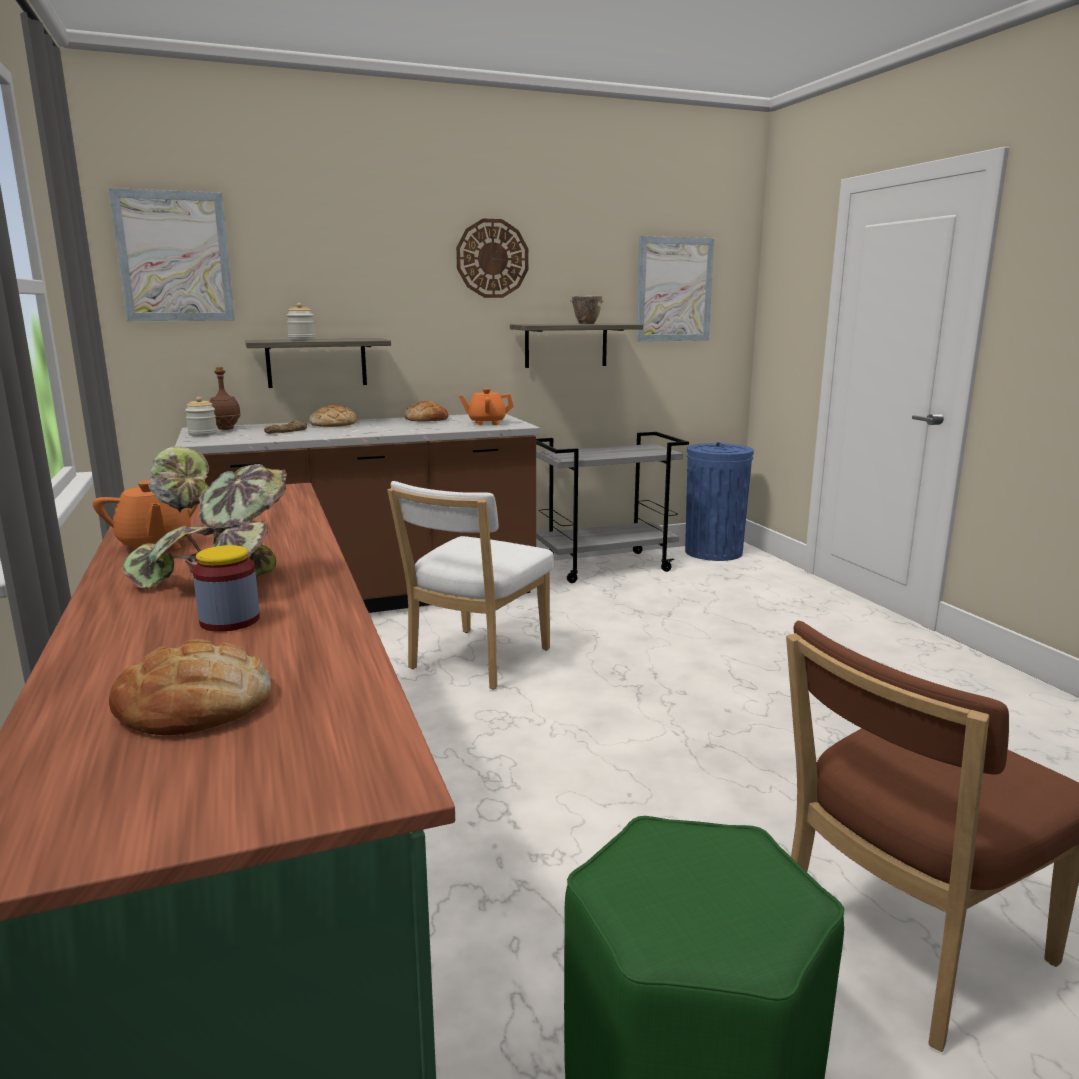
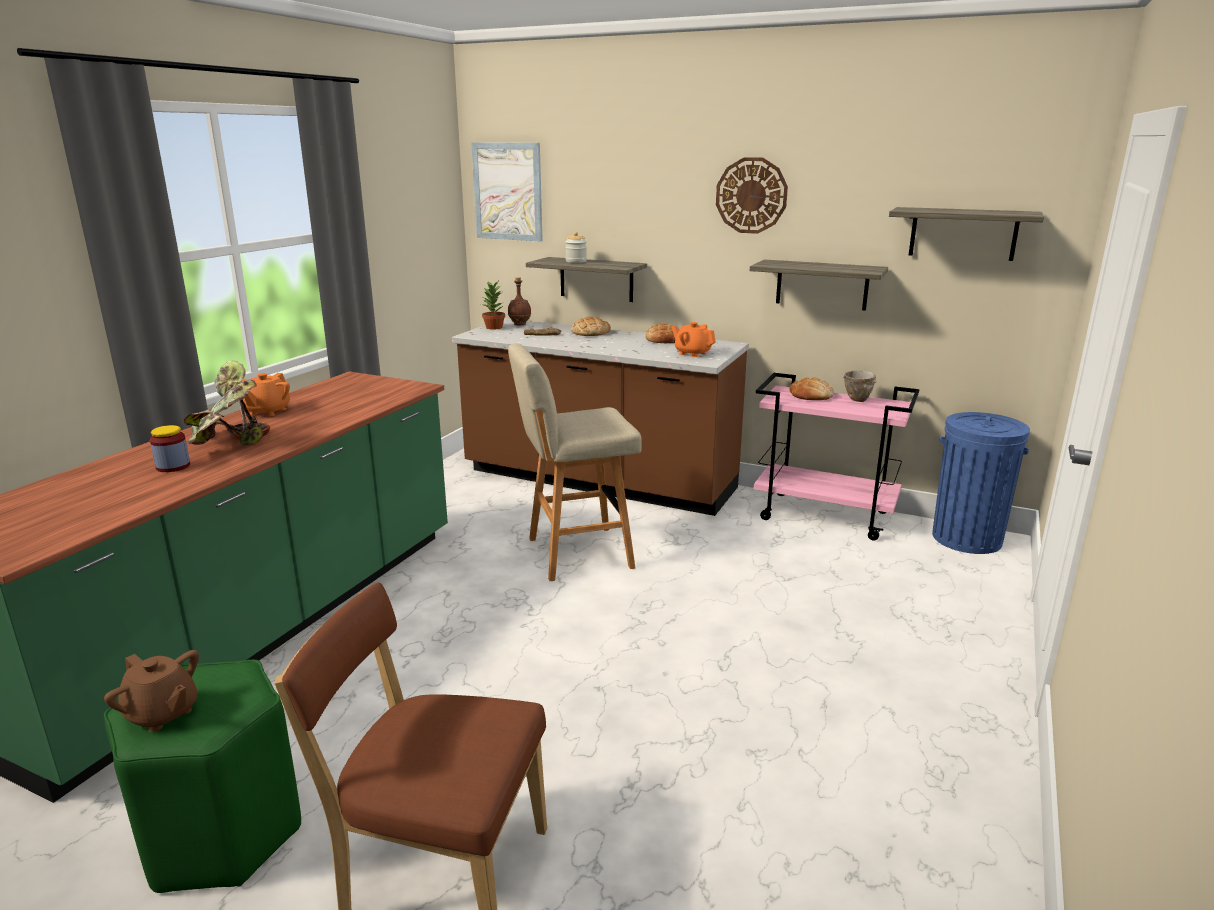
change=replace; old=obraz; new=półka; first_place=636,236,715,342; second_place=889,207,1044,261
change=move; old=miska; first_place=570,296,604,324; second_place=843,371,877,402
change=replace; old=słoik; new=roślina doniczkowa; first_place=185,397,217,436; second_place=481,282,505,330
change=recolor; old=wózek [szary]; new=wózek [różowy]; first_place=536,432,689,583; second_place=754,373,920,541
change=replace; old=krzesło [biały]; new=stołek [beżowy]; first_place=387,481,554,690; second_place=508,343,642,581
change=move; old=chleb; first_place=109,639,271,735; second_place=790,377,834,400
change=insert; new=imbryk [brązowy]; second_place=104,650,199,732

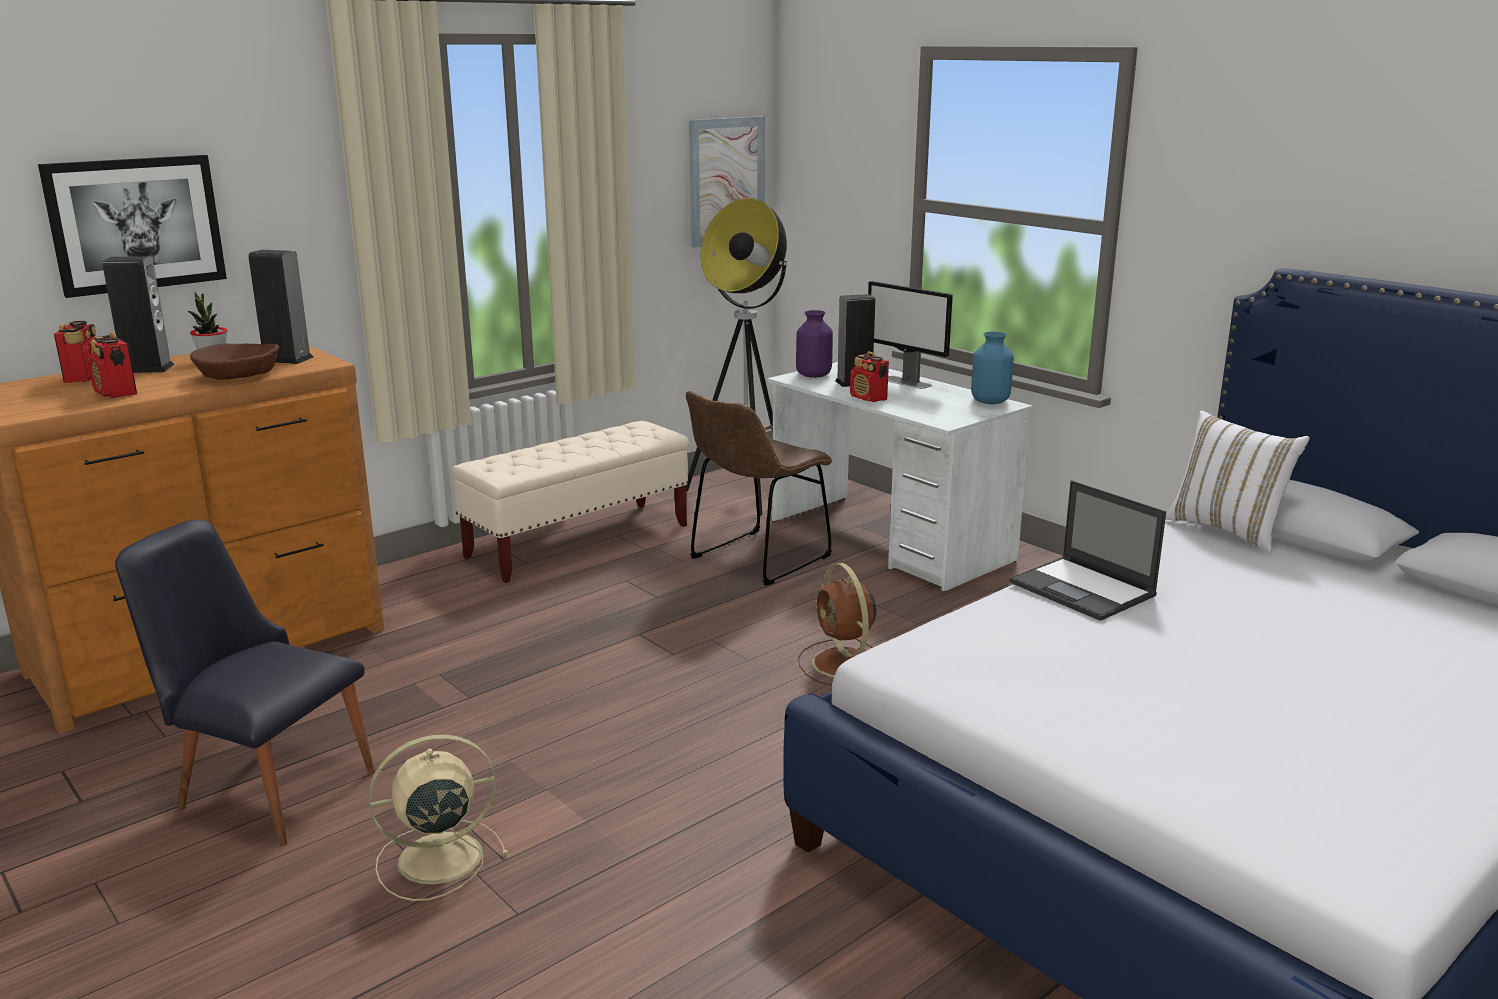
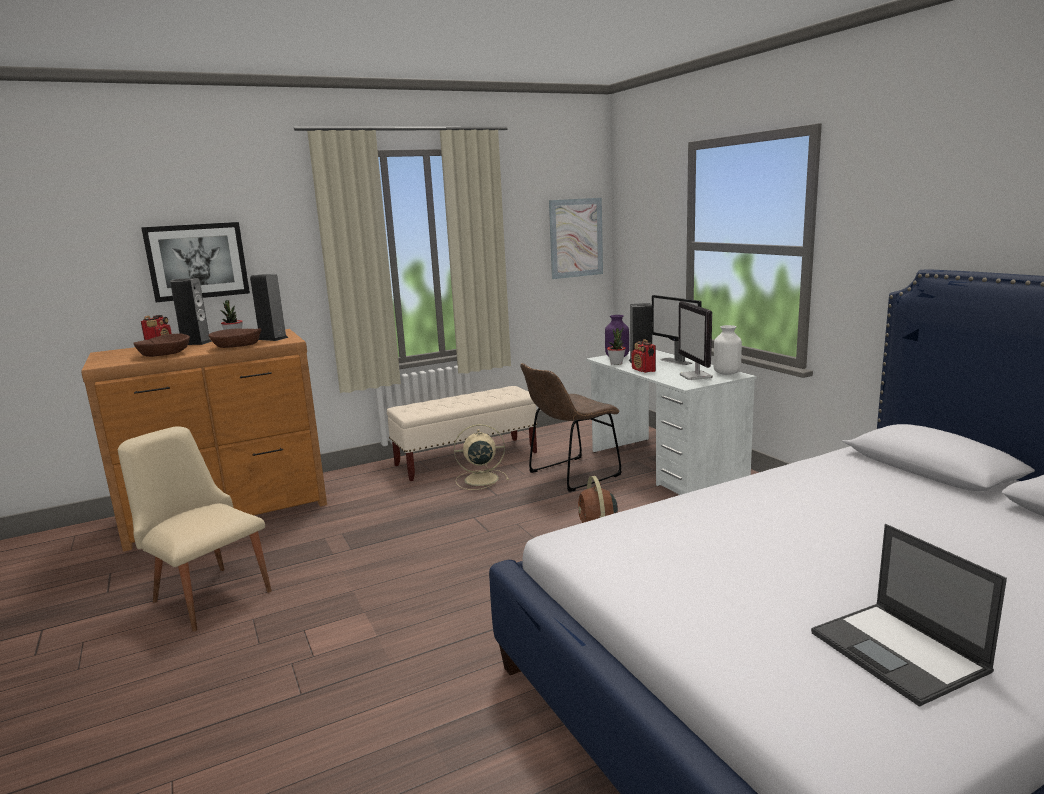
change=delete; old=lampa stojąca; first_place=686,198,787,516
change=replace; old=radio; new=miska [brązowy]; first_place=87,332,137,398; second_place=133,333,190,357
change=recolor; old=wazon [niebieski]; new=wazon [biały]; first_place=971,332,1014,404; second_place=714,325,742,375
change=delete; old=poduszka [biały]; first_place=1166,411,1310,553
change=move; old=laptop; first_place=1010,480,1166,621; second_place=811,524,1007,707
change=recolor; old=krzesło [czarny]; new=krzesło [beżowy]; first_place=115,520,375,846; second_place=118,426,272,632
change=move; old=wentylator [beżowy]; first_place=368,734,508,901; second_place=454,424,509,490
change=insert; new=monitor; second_place=678,301,713,380
change=insert; new=roślina doniczkowa; second_place=607,327,626,365

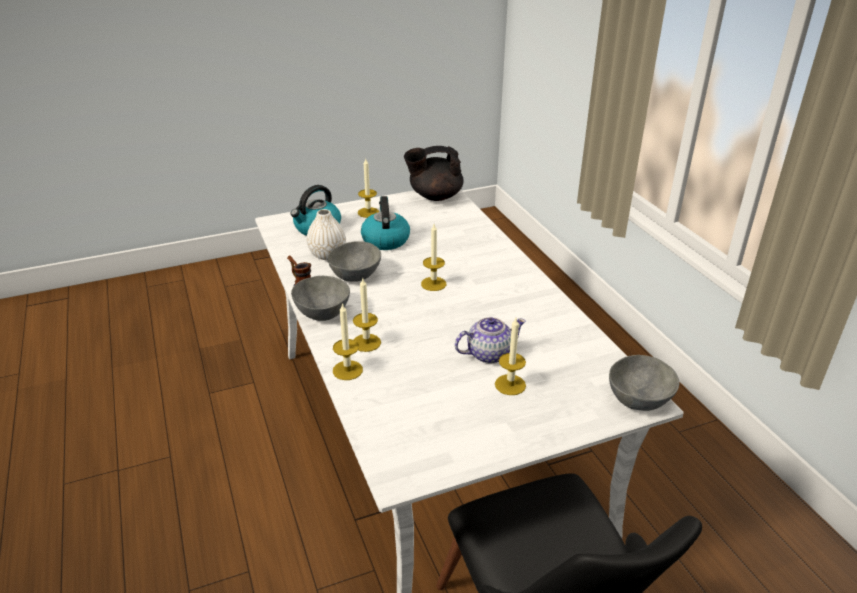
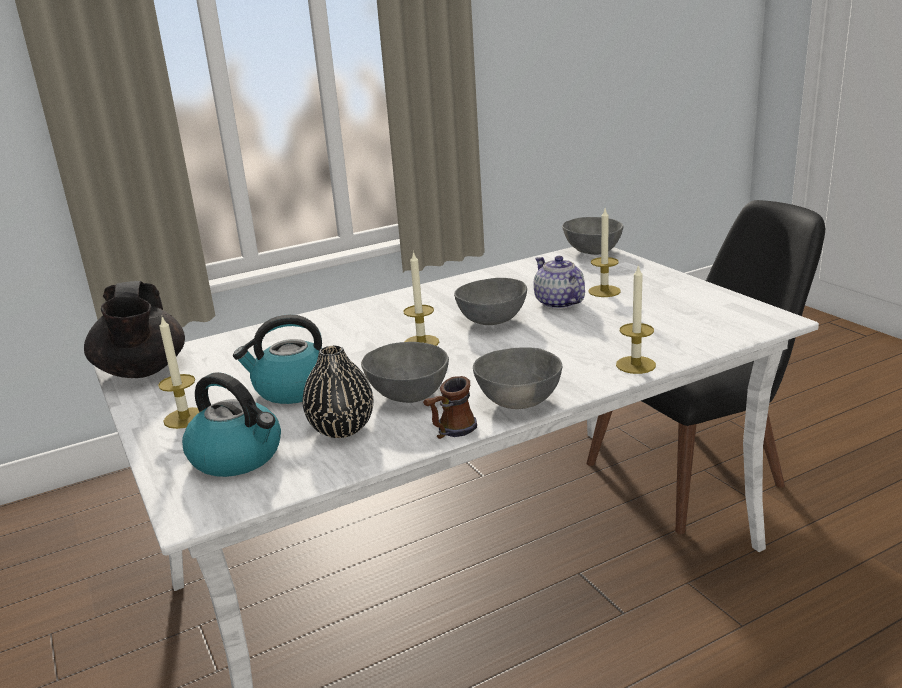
change=recolor; old=wazon [biały]; new=wazon [czarny]; first_place=307,209,346,260; second_place=302,345,373,438
change=delete; old=świeca; first_place=353,279,381,352
change=insert; new=miska [szary]; second_place=454,278,527,325

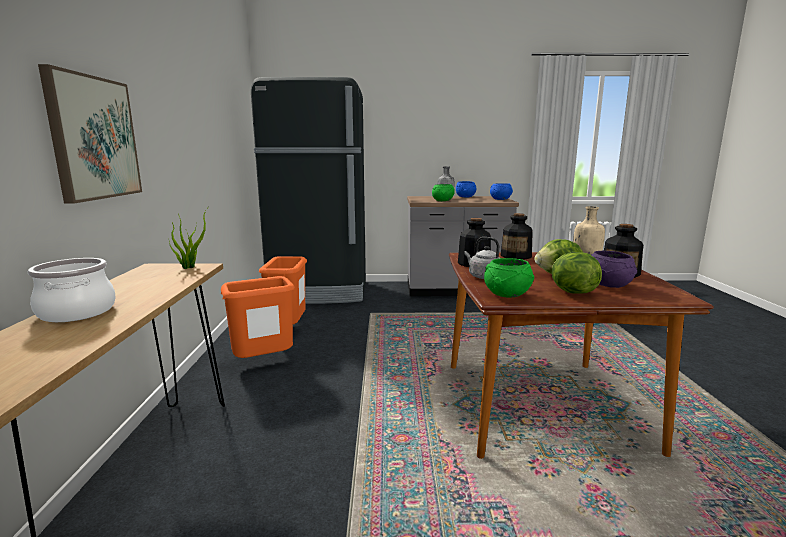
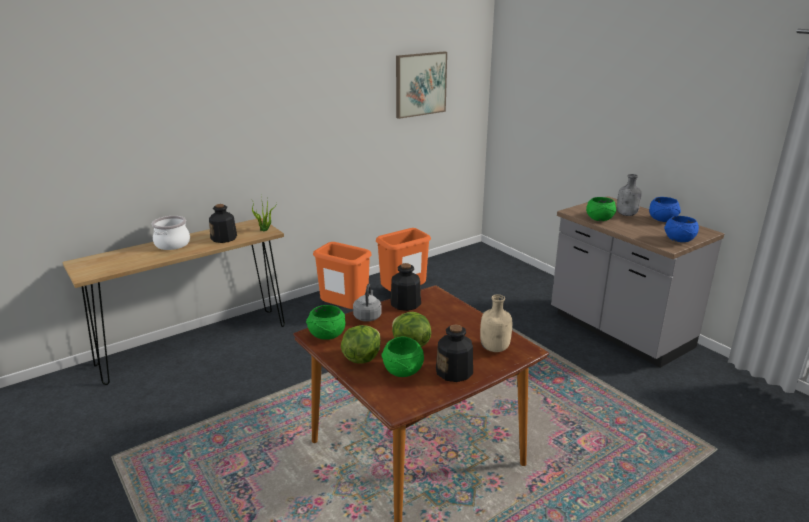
change=move; old=obraz; first_place=38,64,142,204; second_place=396,51,447,119
change=delete; old=lodówka [czarny]; first_place=251,77,366,304
change=move; old=butelka; first_place=501,213,533,260; second_place=209,204,237,243
change=recolor; old=miska [fioletowy]; new=miska [zielony]; first_place=591,251,637,288; second_place=381,337,424,377

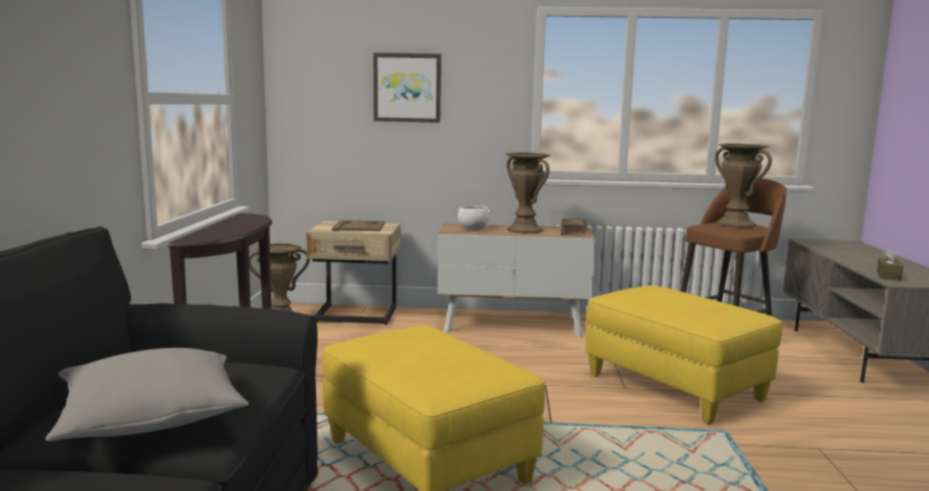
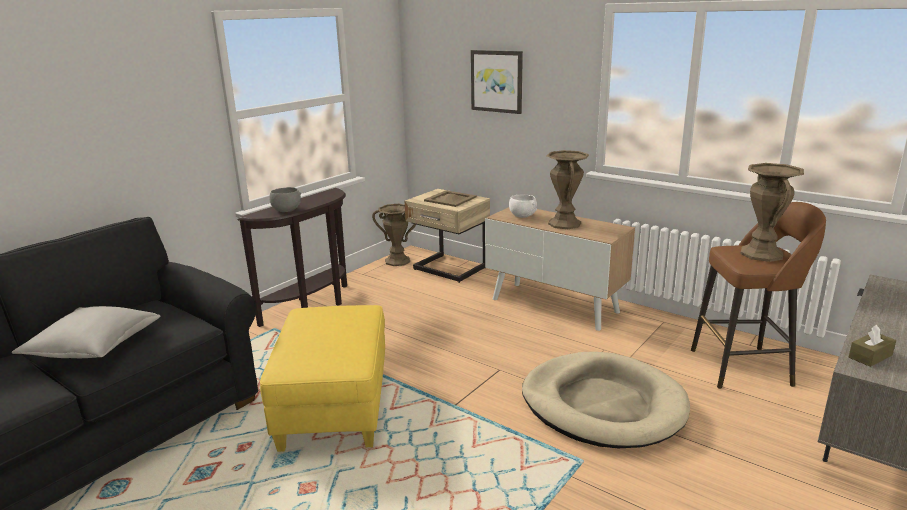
change=delete; old=książka [brązowy]; first_place=561,219,587,235
change=replace; old=pufa [żółty]; new=legowisko [beżowy]; first_place=586,285,782,425; second_place=522,352,690,448
change=insert; new=miska [szary]; second_place=269,187,301,212

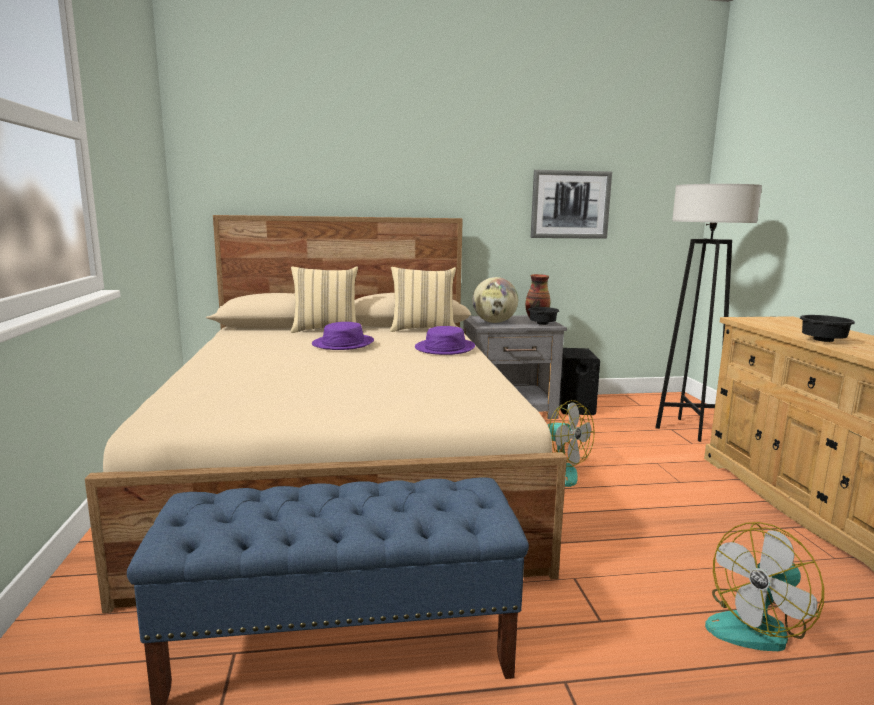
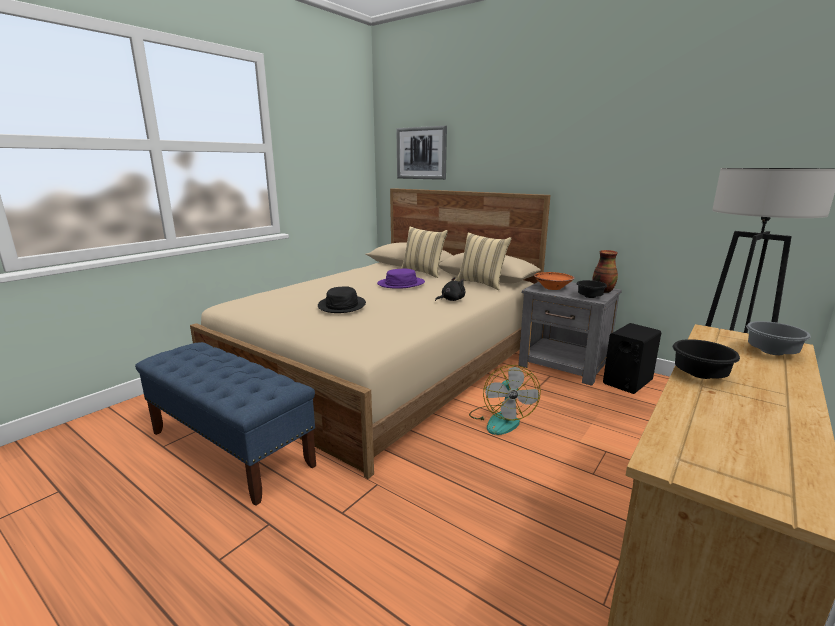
change=move; old=obraz; first_place=531,170,612,239; second_place=396,126,447,180
change=replace; old=globus; new=miska [pomarańczowy]; first_place=473,277,518,323; second_place=534,272,575,290
change=replace; old=kapelusz [fioletowy]; new=pluszak [czarny]; first_place=415,326,475,355; second_place=435,277,465,301
change=delete; old=wentylator; first_place=705,522,824,651
change=insert; new=kapelusz [czarny]; second_place=318,286,366,313
change=insert; new=miska [szary]; second_place=746,321,811,355

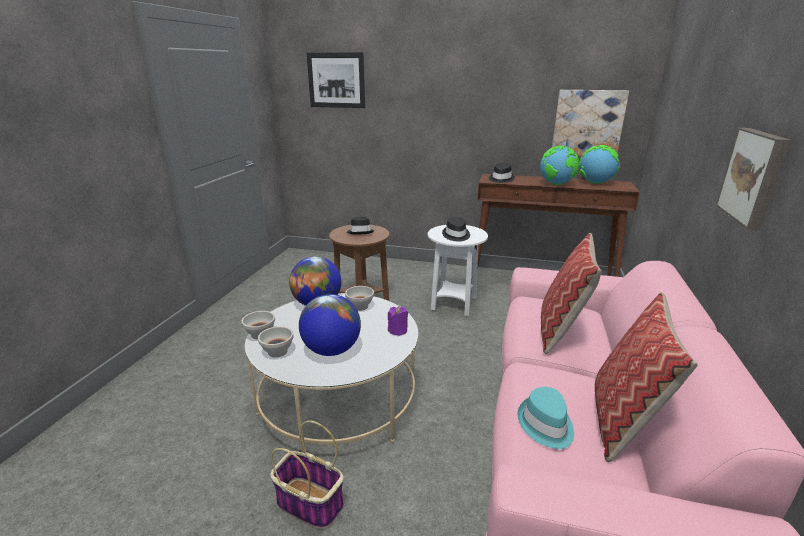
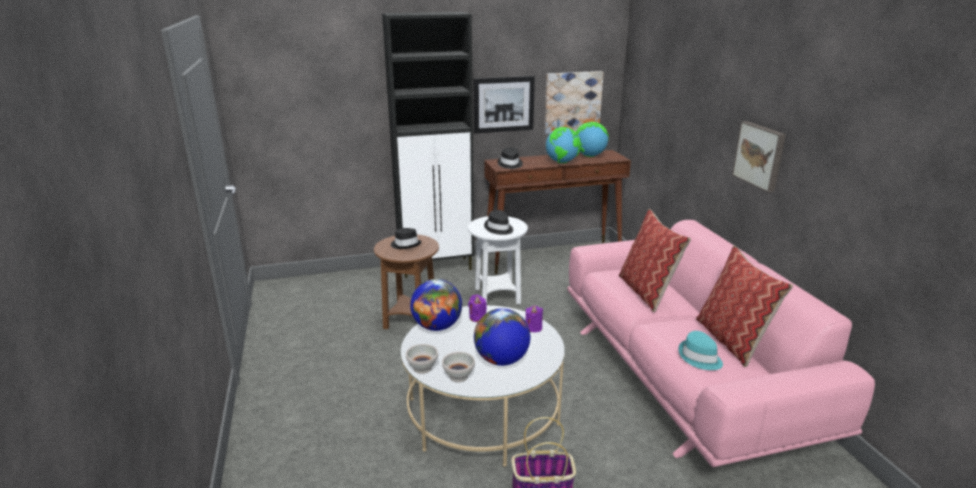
change=move; old=obraz; first_place=307,52,365,108; second_place=474,76,535,133
change=replace; old=miska [biały]; new=świeca [fioletowy]; first_place=345,286,374,311; second_place=468,295,487,322
change=insert; new=szafka [czarny]; second_place=382,12,474,278

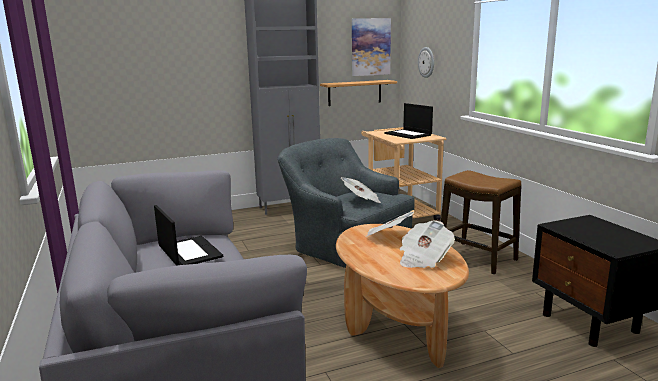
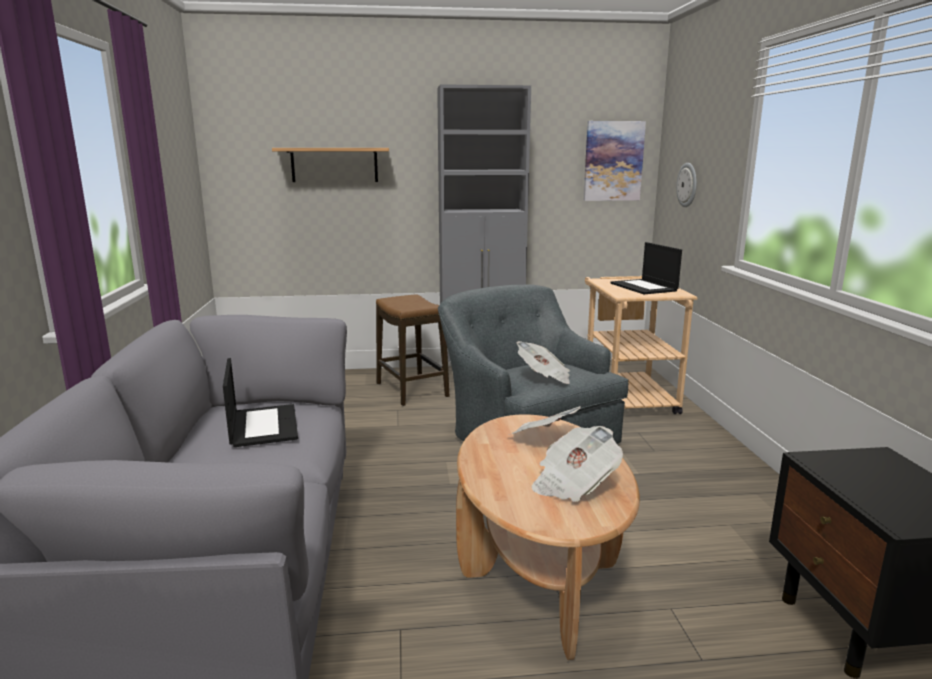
change=move; old=półka; first_place=320,80,397,106; second_place=272,148,389,182
change=move; old=stołek; first_place=441,170,521,274; second_place=376,294,449,406

